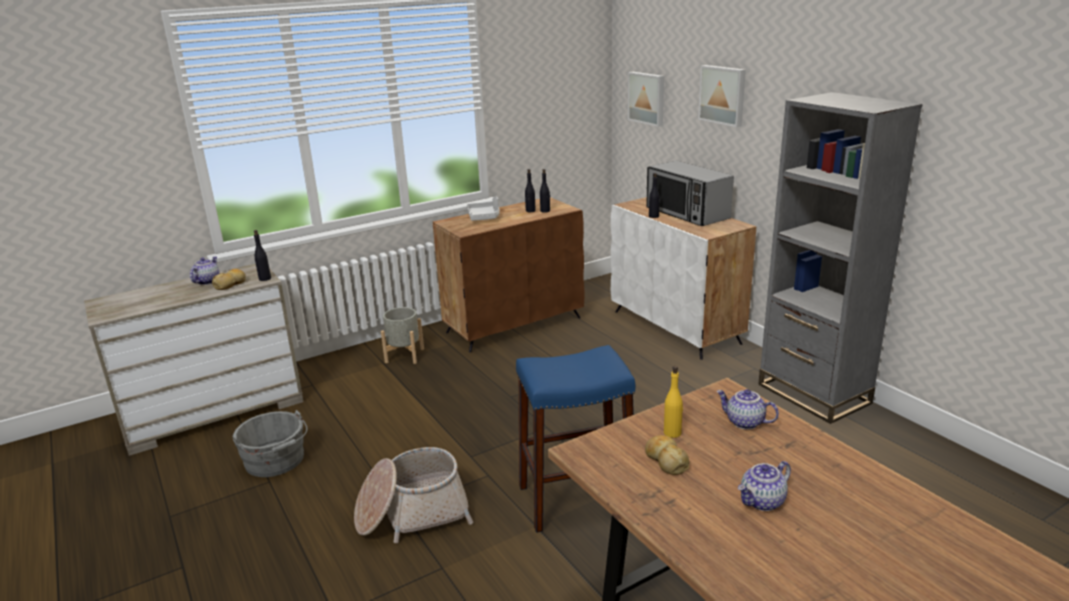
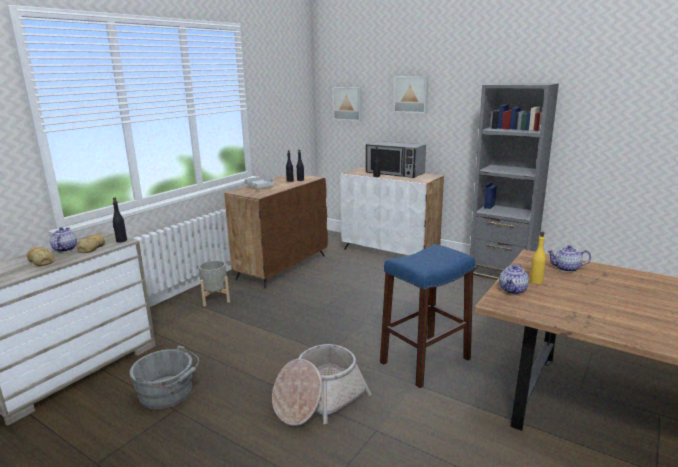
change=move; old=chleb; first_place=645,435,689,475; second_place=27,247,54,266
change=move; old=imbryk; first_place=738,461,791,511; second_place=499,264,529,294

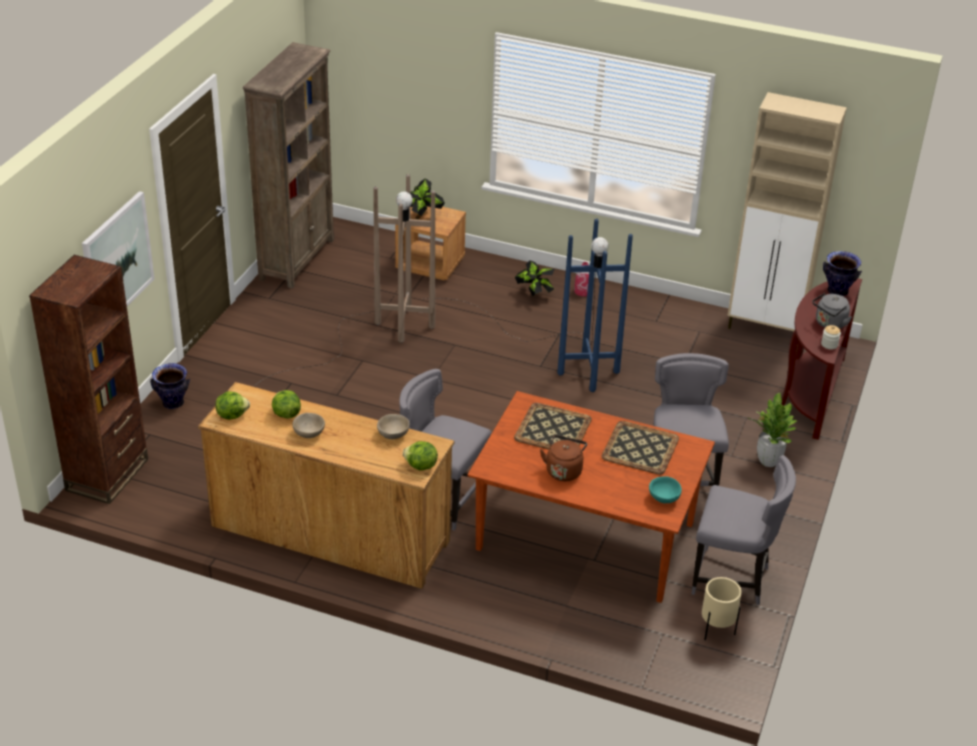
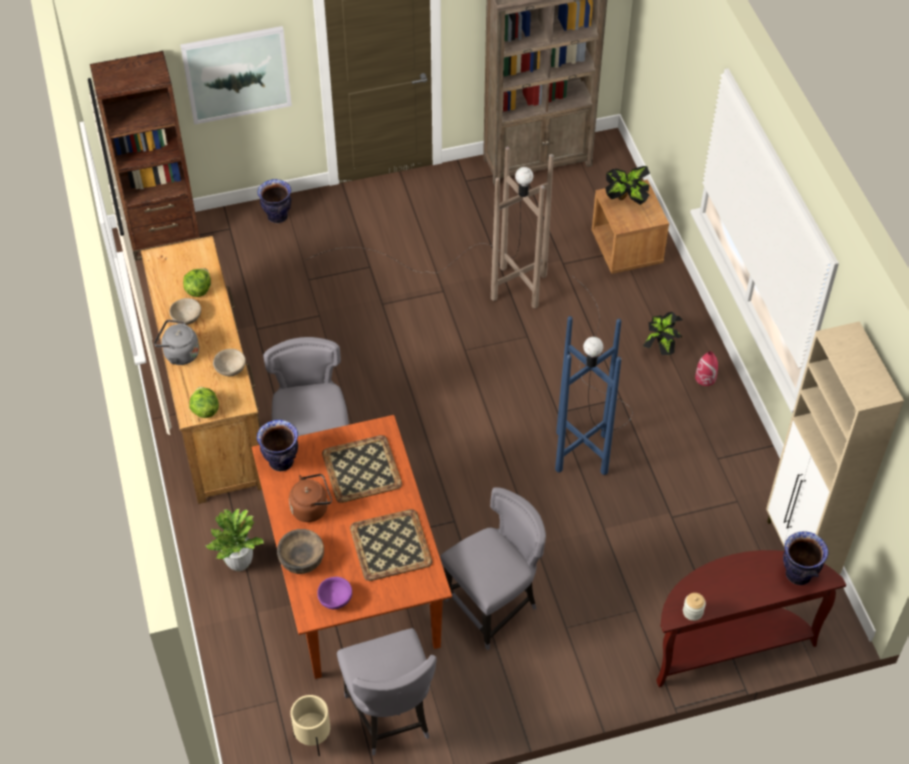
change=move; old=czajnik [szary]; first_place=812,293,852,329; second_place=154,320,199,365
change=delete; old=sałata; first_place=215,391,250,420
change=move; old=roślina doniczkowa; first_place=749,392,797,467; second_place=206,509,263,571
change=recolor; old=miska [turkusowy]; new=miska [fioletowy]; first_place=649,476,682,503; second_place=317,577,352,609
change=insert; new=wazon; second_place=257,420,298,471
change=insert; new=miska [brązowy]; second_place=277,529,324,574

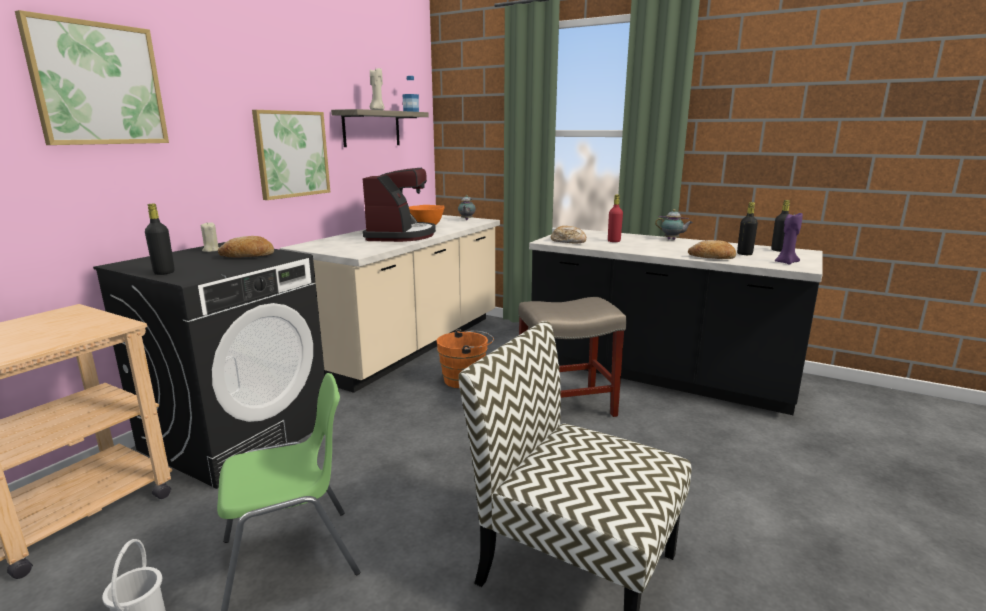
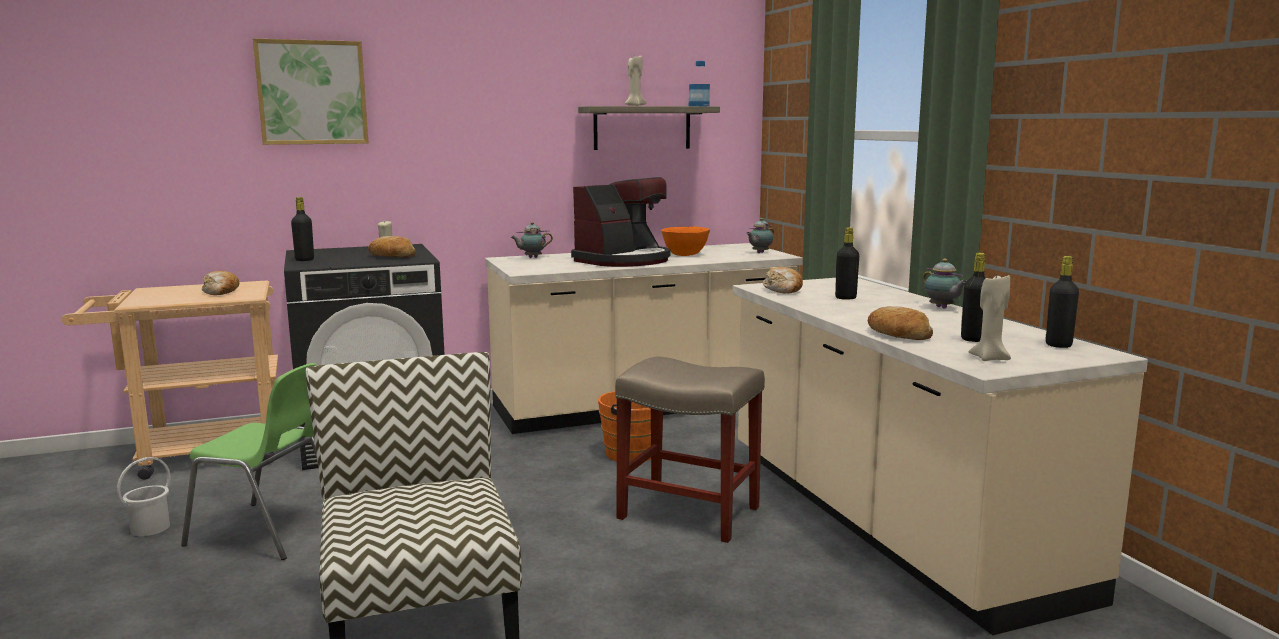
change=delete; old=obraz; first_place=252,110,330,200
change=recolor; old=butelka [czerwony]; new=butelka [czarny]; first_place=608,194,623,242; second_place=835,227,859,300
change=recolor; old=świeca [fioletowy]; new=świeca [beżowy]; first_place=775,212,803,264; second_place=969,273,1011,361
change=recolor; old=zabudowa kuchenna [czarny]; new=zabudowa kuchenna [beżowy]; first_place=529,229,823,415; second_place=733,278,1148,636
change=insert; new=imbryk; second_place=511,222,553,258
change=insert; new=chleb; second_place=201,271,239,295

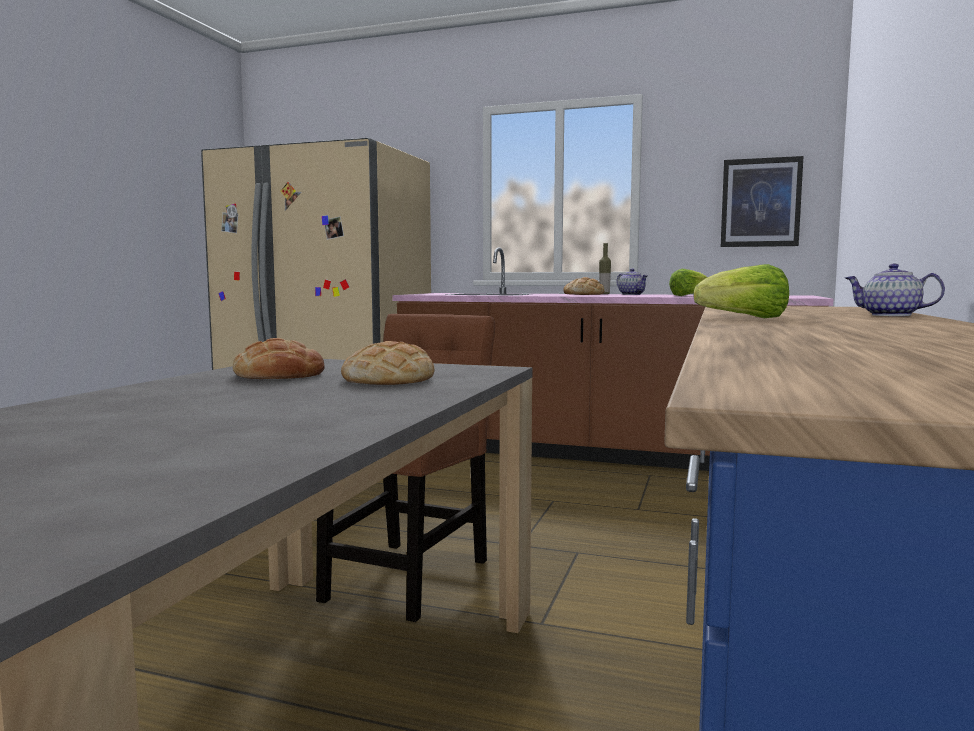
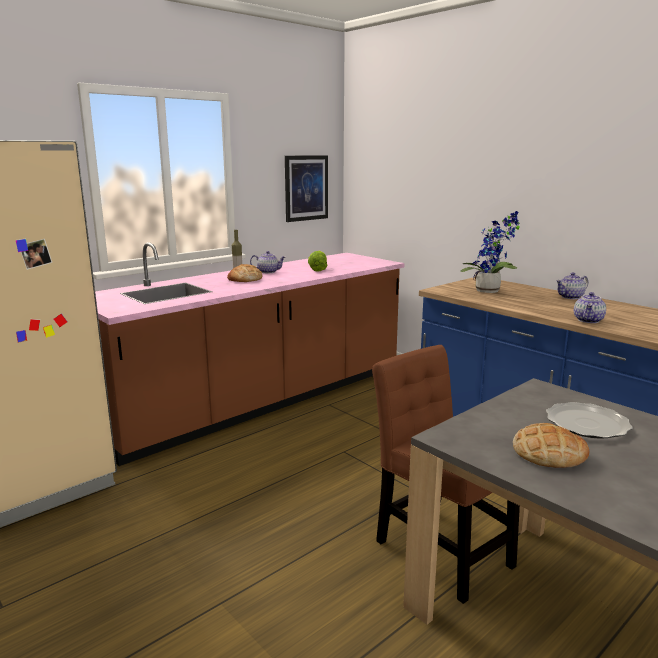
change=replace; old=sałata; new=imbryk; first_place=694,264,789,318; second_place=574,292,606,323
change=replace; old=chleb; new=talerz; first_place=341,341,435,385; second_place=546,402,633,439
change=insert; new=roślina doniczkowa; second_place=460,211,520,293

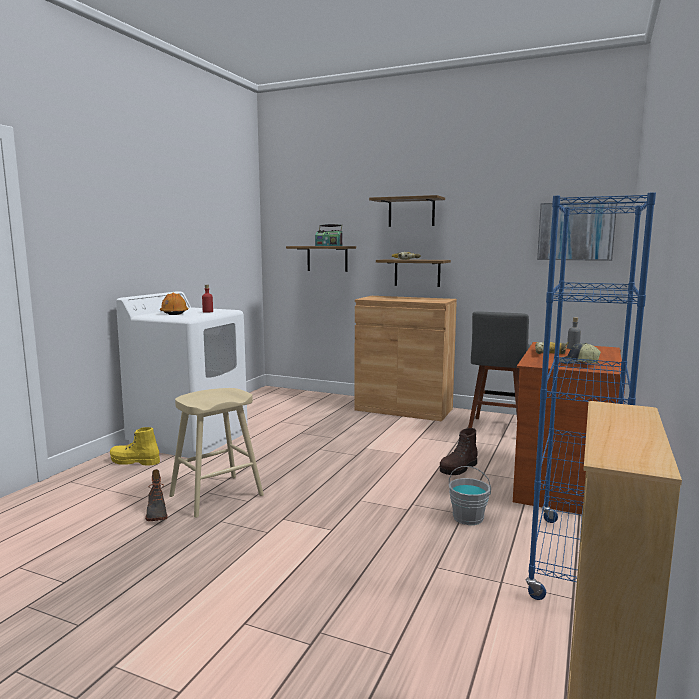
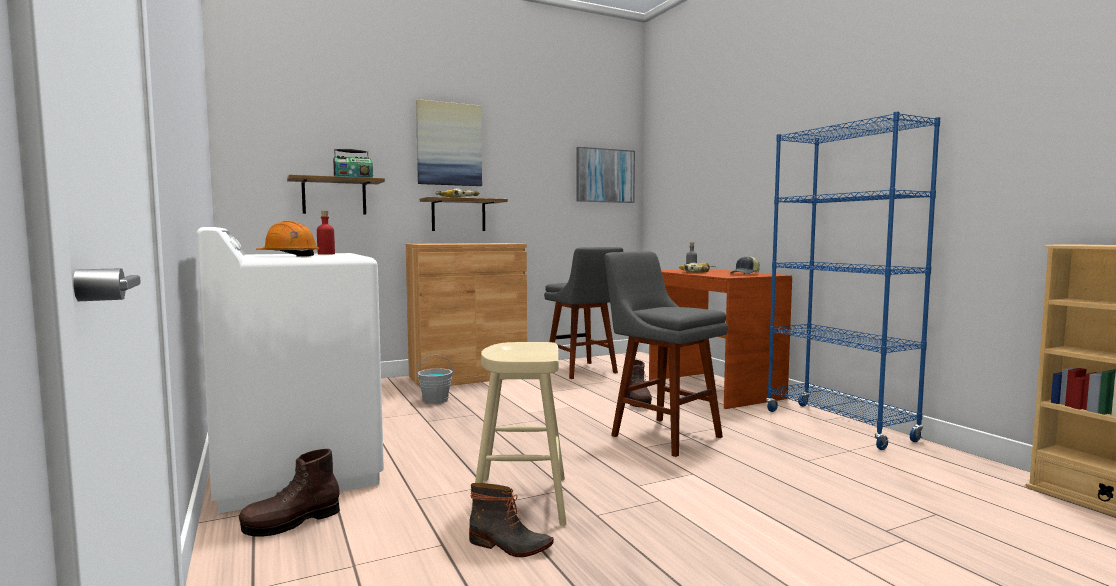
change=replace; old=półka; new=obraz; first_place=369,195,445,227; second_place=416,99,482,186
change=recolor; old=but z cholewką [żółty]; new=but z cholewką [brązowy]; first_place=110,427,160,466; second_place=239,449,340,537
change=move; old=wiadro [szary]; first_place=449,466,491,525; second_place=417,355,453,404
change=insert; new=stołek [szary]; second_place=604,251,728,457

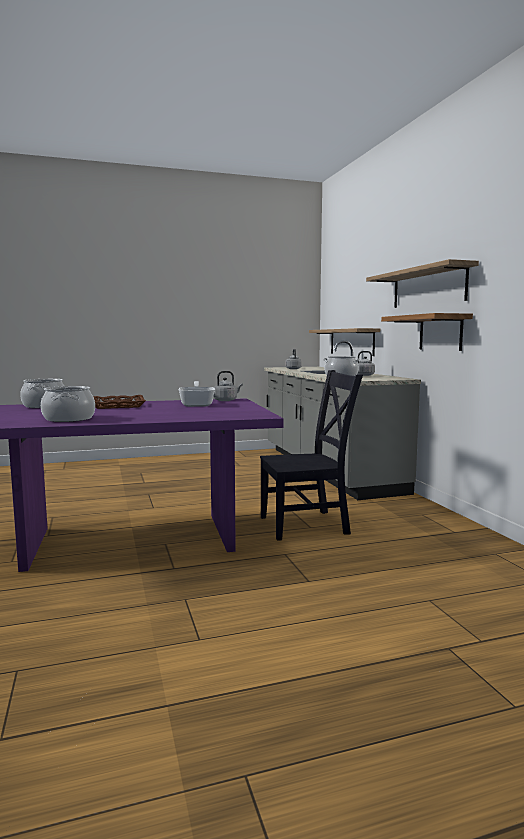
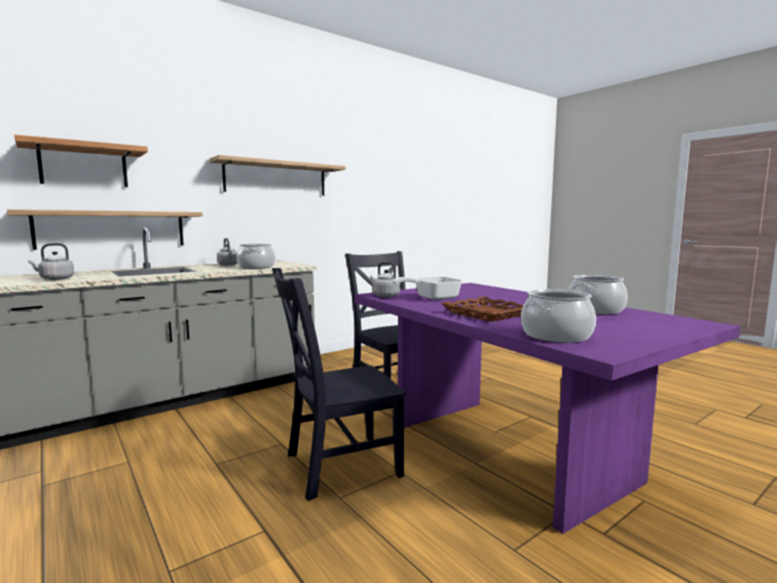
change=move; old=półka; first_place=381,313,473,351; second_place=14,135,148,187
change=insert; new=krzesło [czarny]; second_place=272,268,406,501

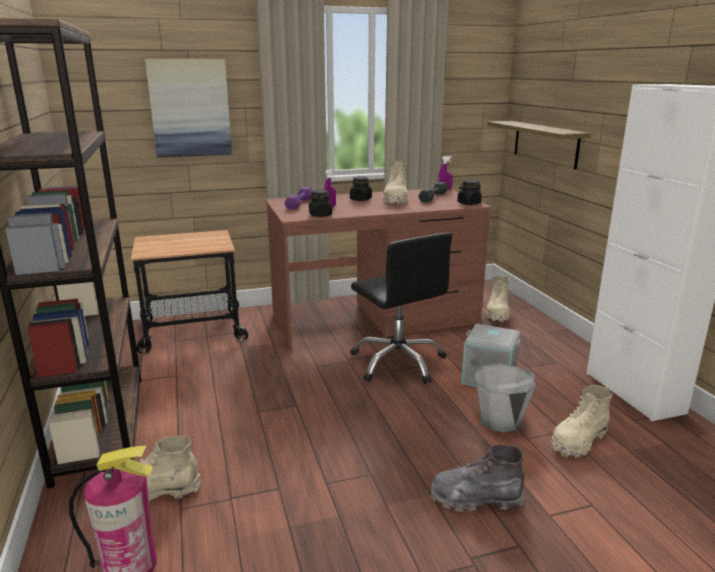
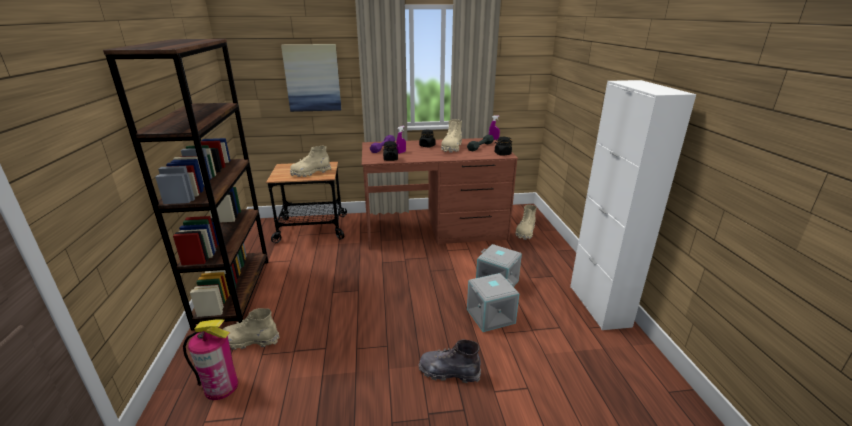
change=delete; old=półka; first_place=487,121,591,170
change=delete; old=krzesło biurowe [czarny]; first_place=350,232,452,384
change=replace; old=wiadro [szary]; new=pojemnik do przechowywania [szary]; first_place=474,363,536,432; second_place=467,273,519,332
change=move; old=but z cholewką [beżowy]; first_place=551,385,612,458; second_place=290,146,331,177

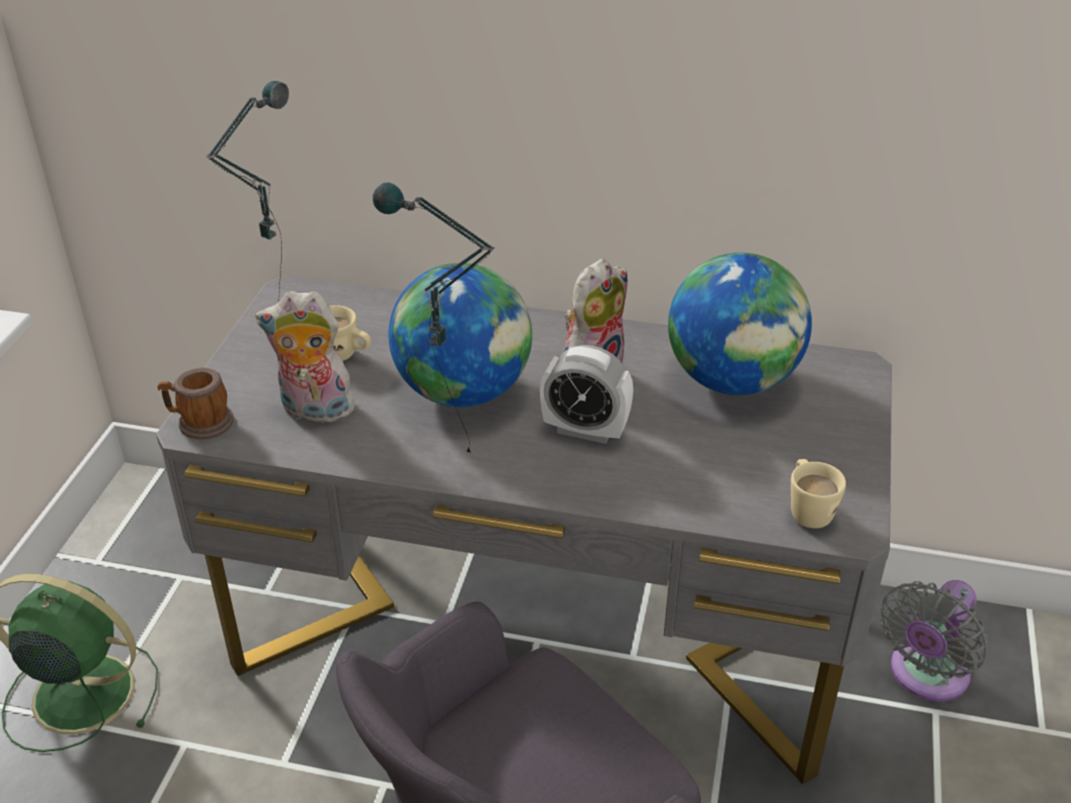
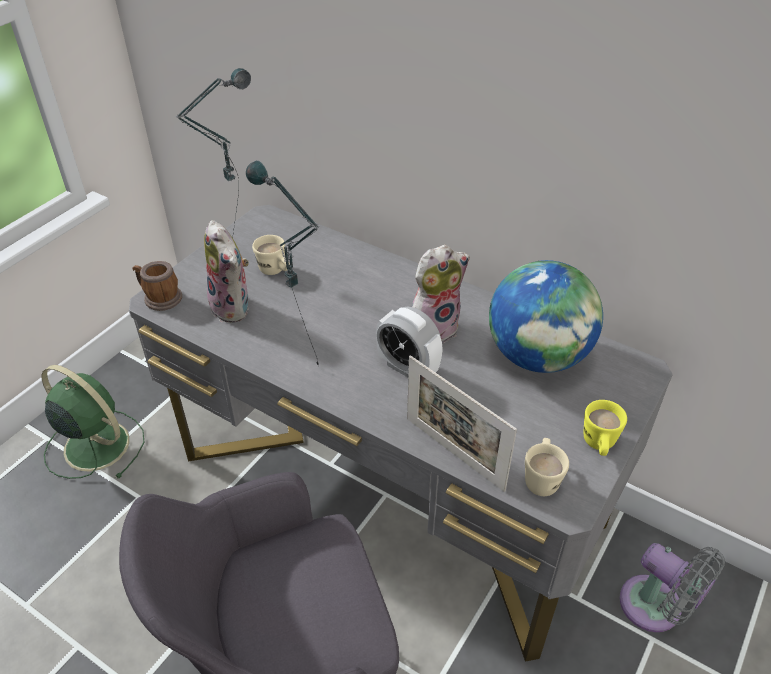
change=delete; old=globus; first_place=389,263,532,407
change=rotate; old=pluszak; first_place=255,291,358,423; second_place=204,220,249,323; degrees=-150
change=rotate; old=wentylator [szary]; first_place=880,580,988,702; second_place=619,543,725,632; degrees=-105
change=insert; new=ramka na zdjęcie; second_place=407,355,517,492
change=insert; new=kubek [żółty]; second_place=584,400,627,456

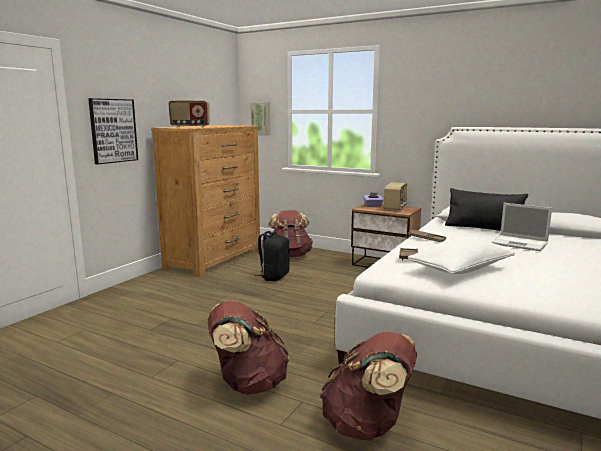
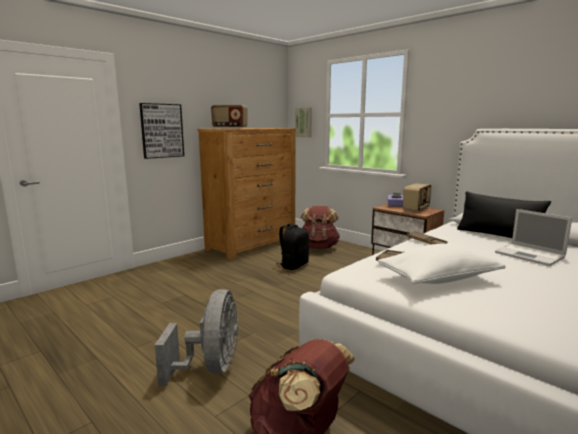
change=replace; old=plecak [brązowy]; new=wentylator [szary]; first_place=208,301,290,394; second_place=155,289,238,386

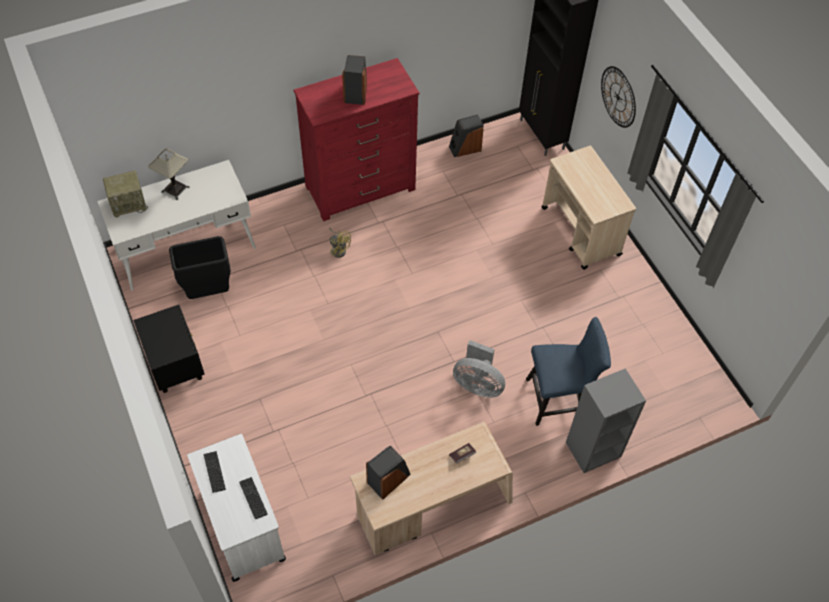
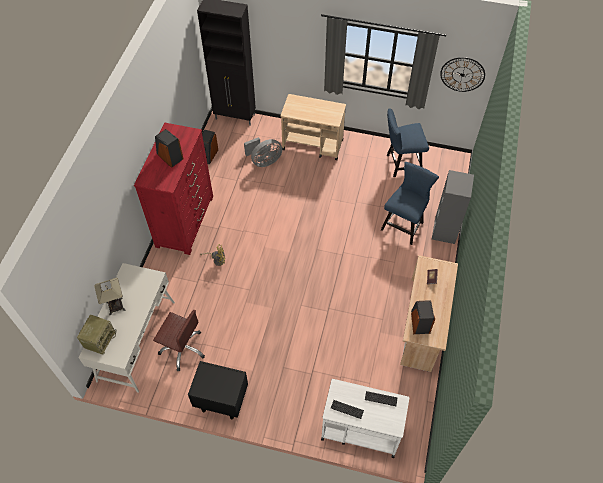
change=move; old=zegar ścienny; first_place=601,66,636,128; second_place=440,57,485,92
change=replace; old=kosz na śmieci [czarny]; new=krzesło biurowe [brązowy]; first_place=169,236,231,299; second_place=153,310,205,371
change=move; old=wentylator [szary]; first_place=453,340,505,398; second_place=244,137,282,167
change=insert; new=krzesło [niebieski]; second_place=387,108,429,177

